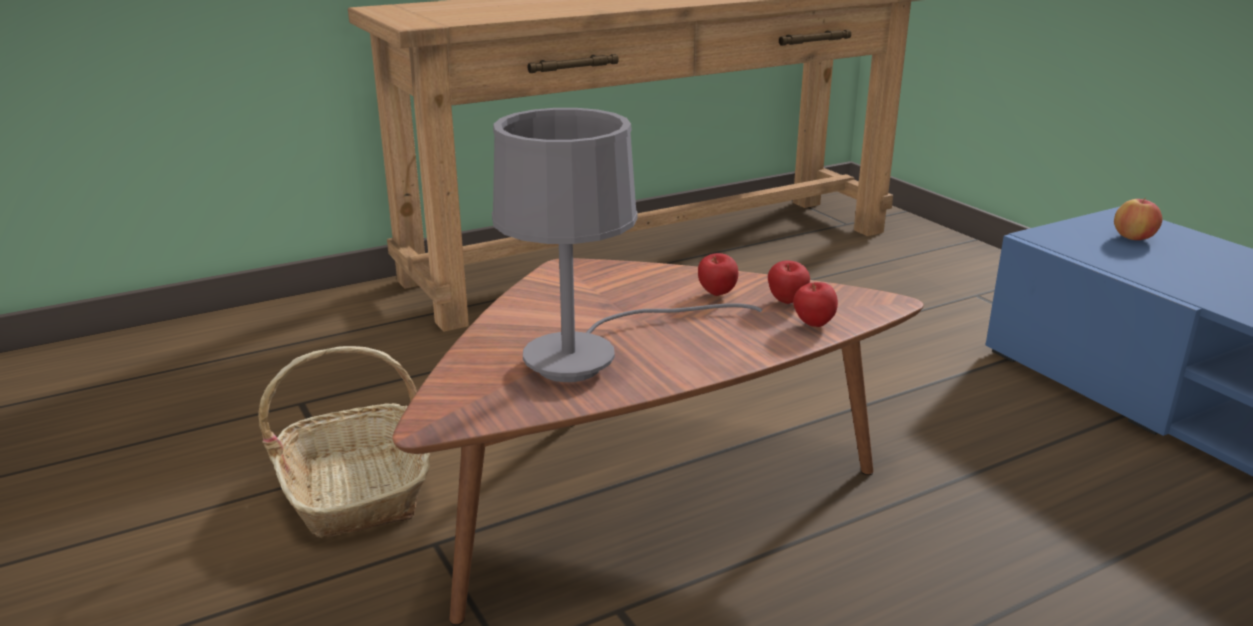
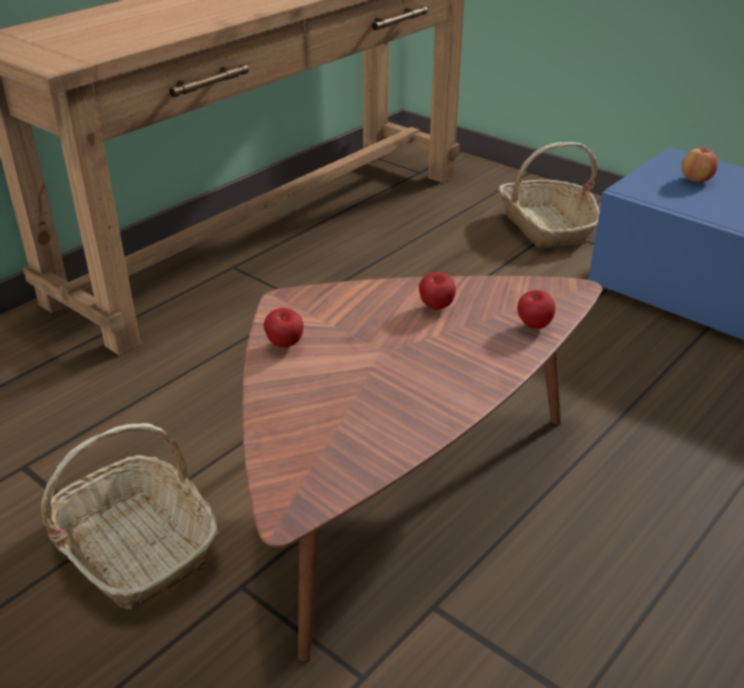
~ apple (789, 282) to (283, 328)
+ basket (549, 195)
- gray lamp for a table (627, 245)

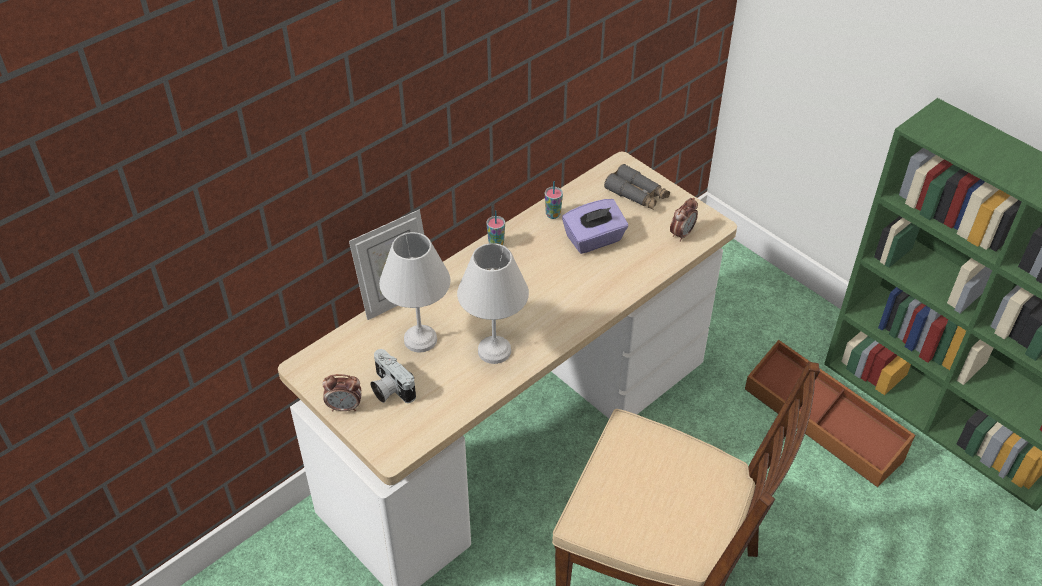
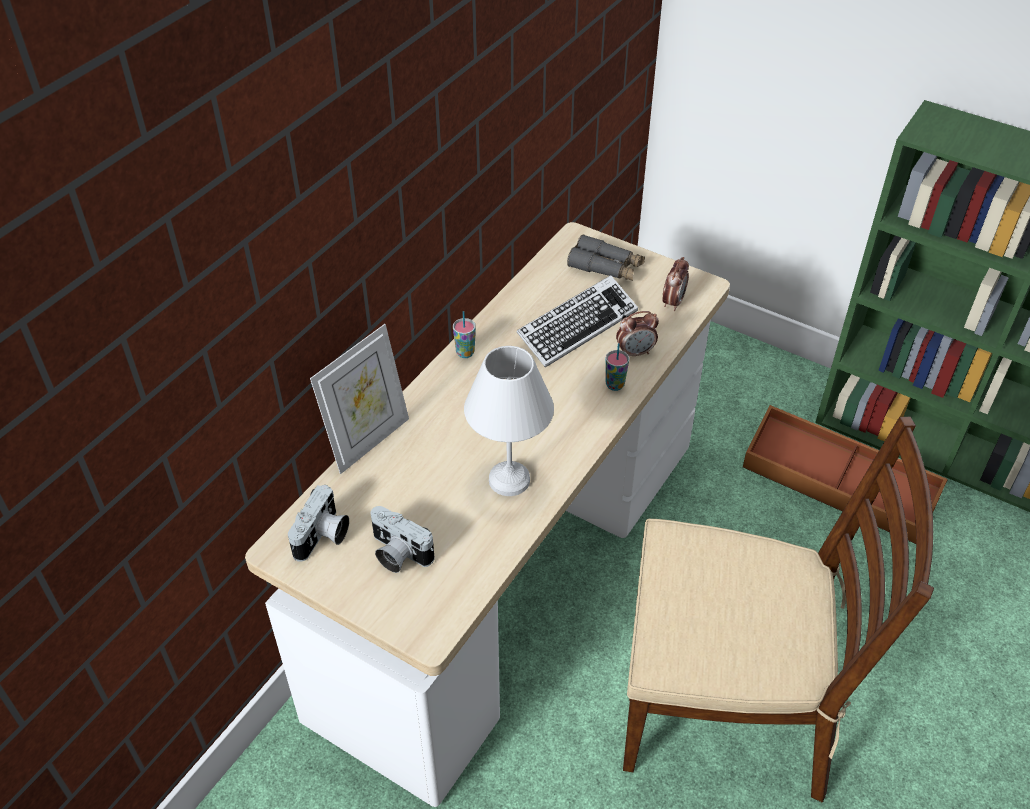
+ photo camera (318, 523)
~ purple tissue holder (595, 226) to keyboard (577, 321)
~ cup (554, 200) to (617, 367)
~ table clock (341, 393) to (637, 333)
- white-coloured lamp for a table (415, 292)

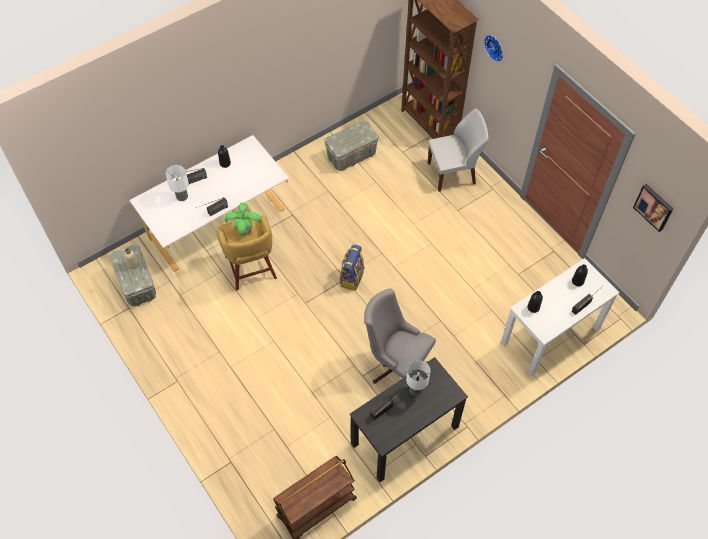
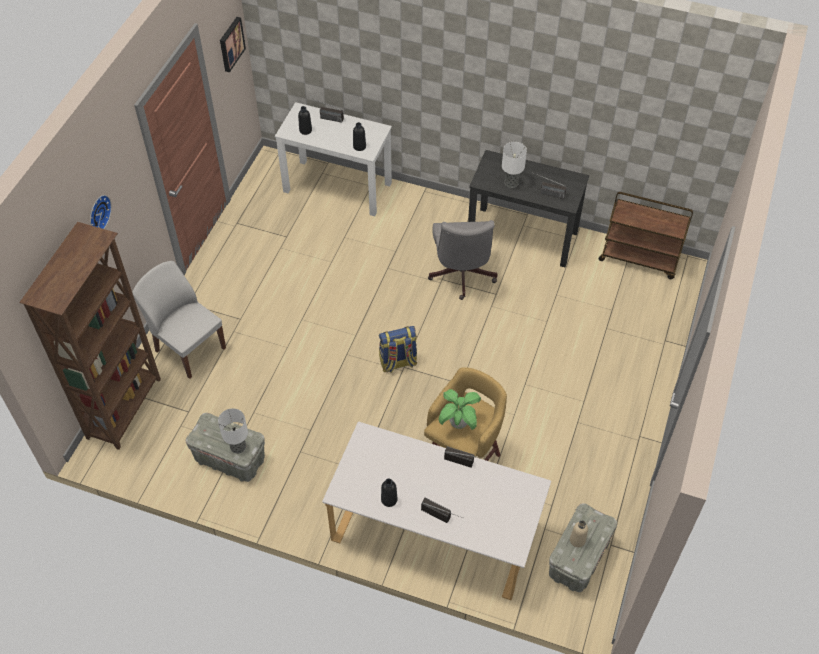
~ lamp for a table (177, 183) to (233, 431)

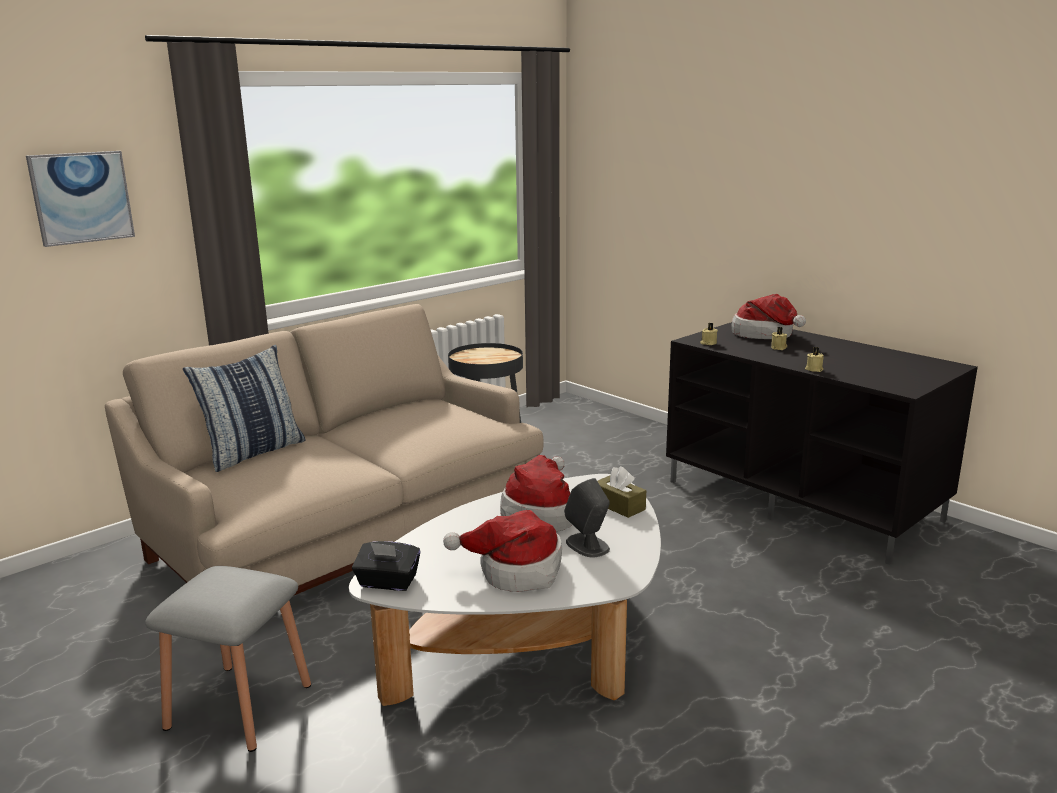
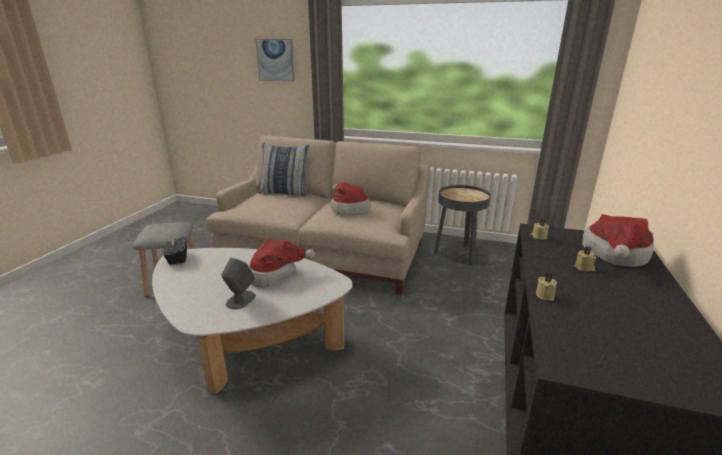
~ hat (502, 551) to (351, 198)
- brown tissue holder (621, 492)

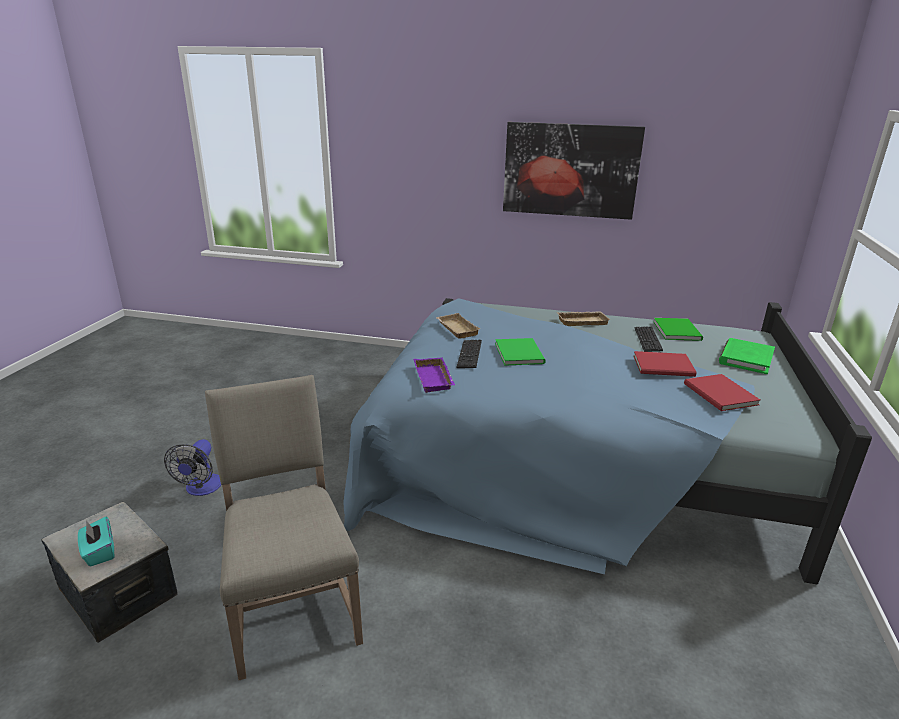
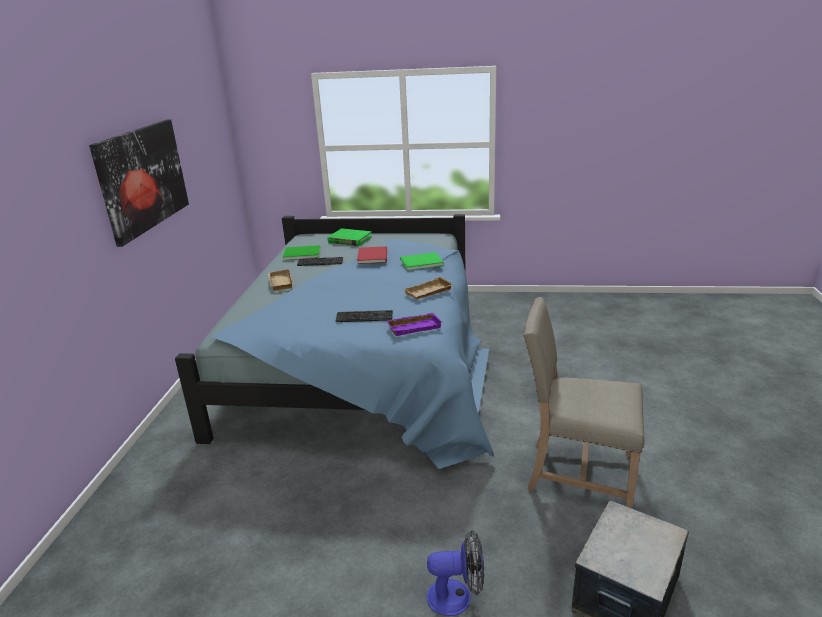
~ green-coloured volume (520, 352) to (422, 261)
~ sand-coloured tray (458, 326) to (428, 287)
~ sand-coloured chair (284, 527) = (584, 402) 45 degrees clockwise
- blue-green tissue holder (96, 541)
- red-coloured volume (722, 392)

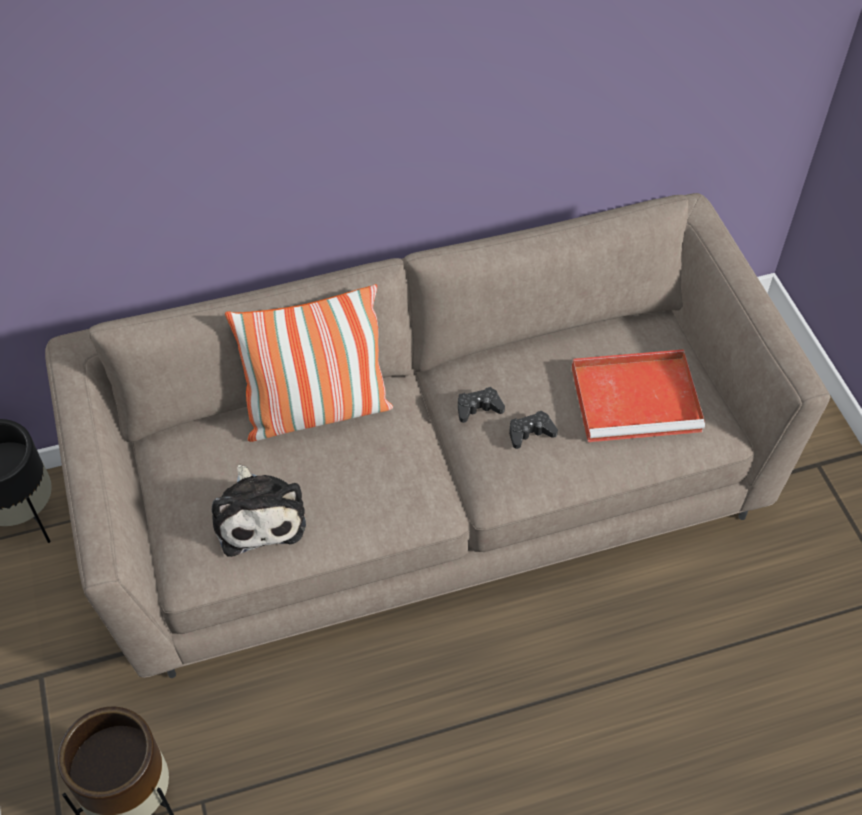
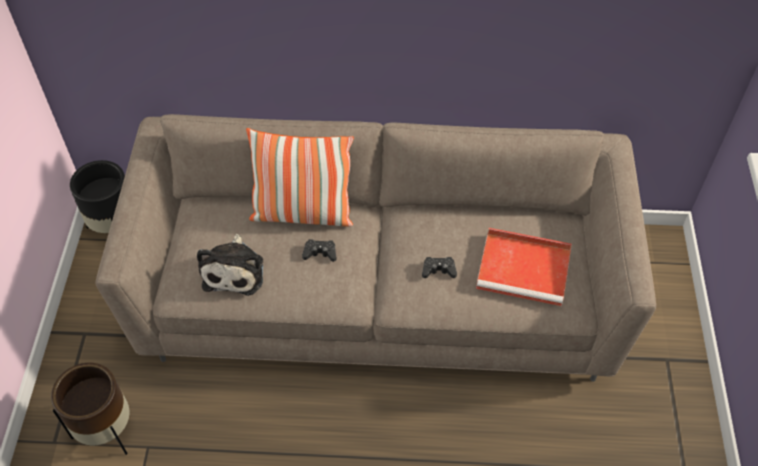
~ black gamepad (481, 405) to (319, 250)

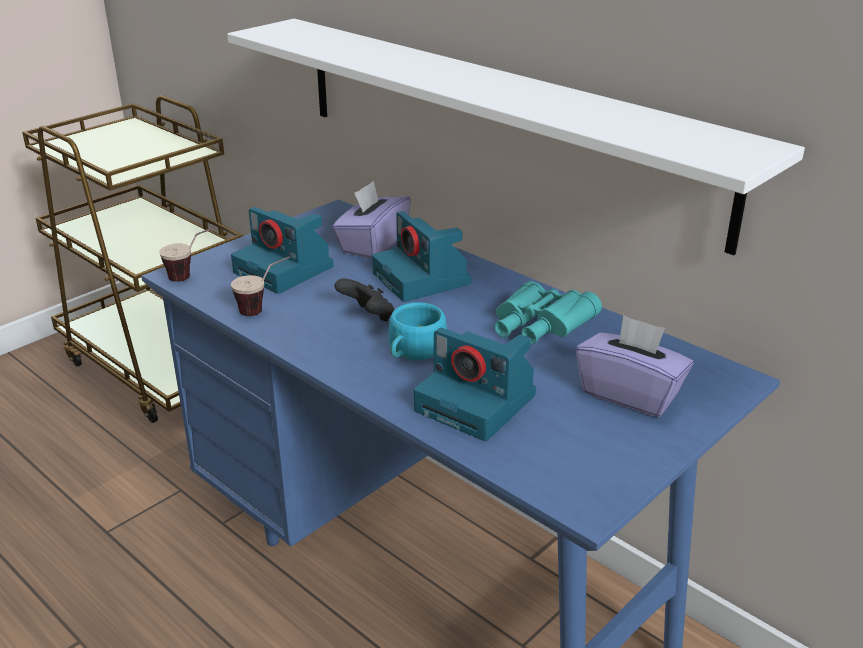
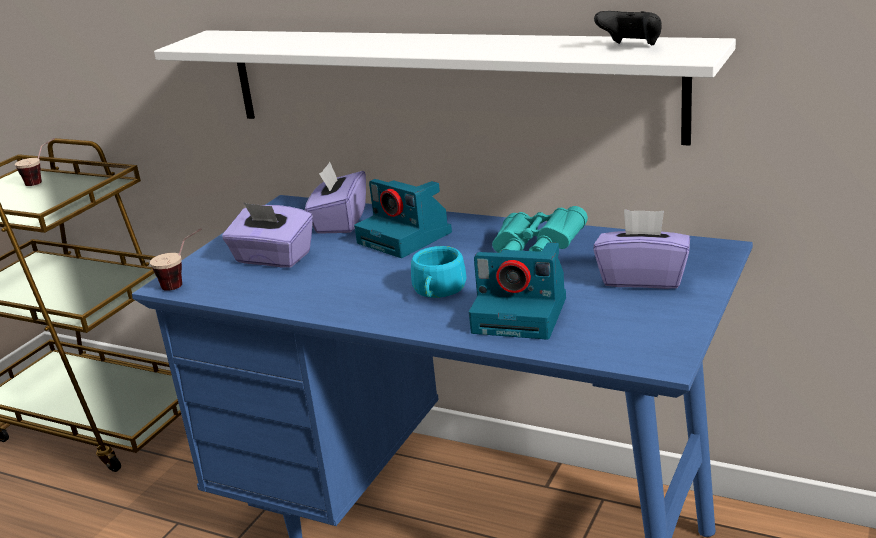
~ cup (260, 286) to (35, 162)
~ photo camera (282, 250) to purple tissue holder (267, 235)
~ black gamepad (364, 299) to (628, 28)

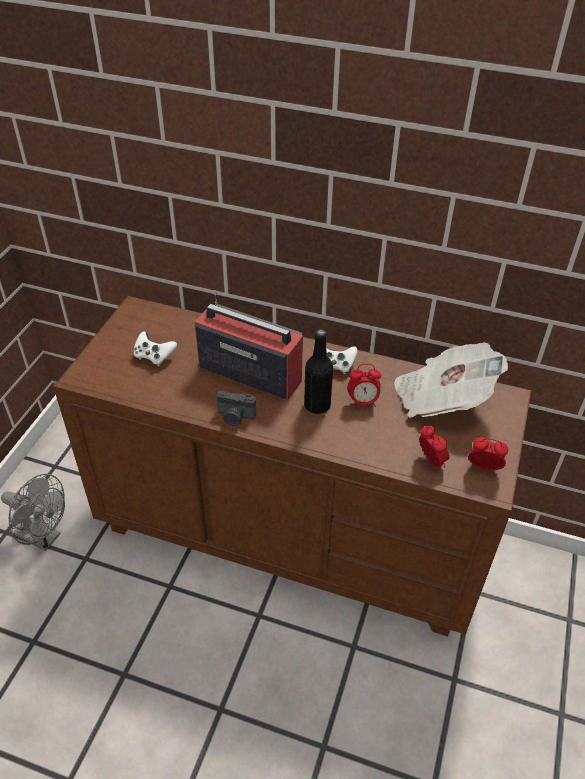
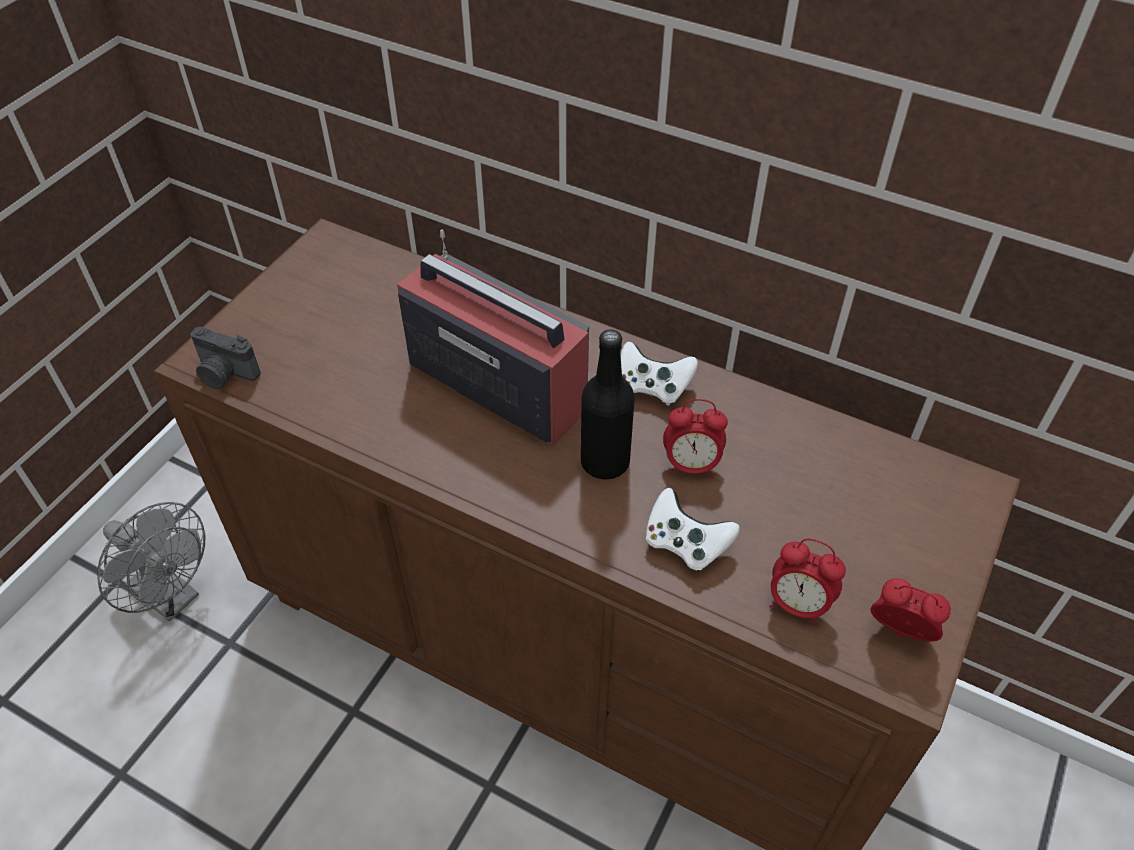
~ photo camera (236, 408) to (225, 358)
~ white-coloured gamepad (155, 348) to (693, 529)
~ table clock (434, 447) = (807, 582) 135 degrees clockwise
- newspaper (451, 380)

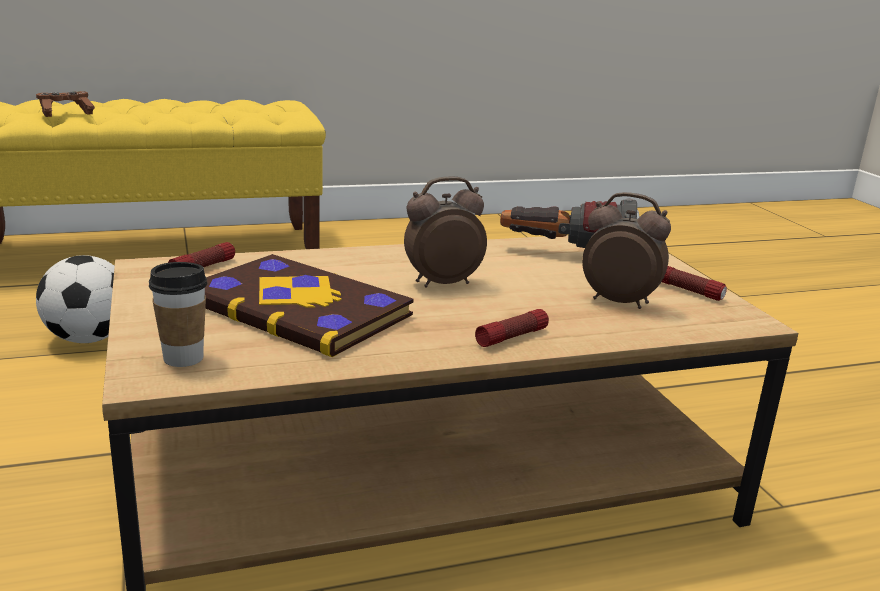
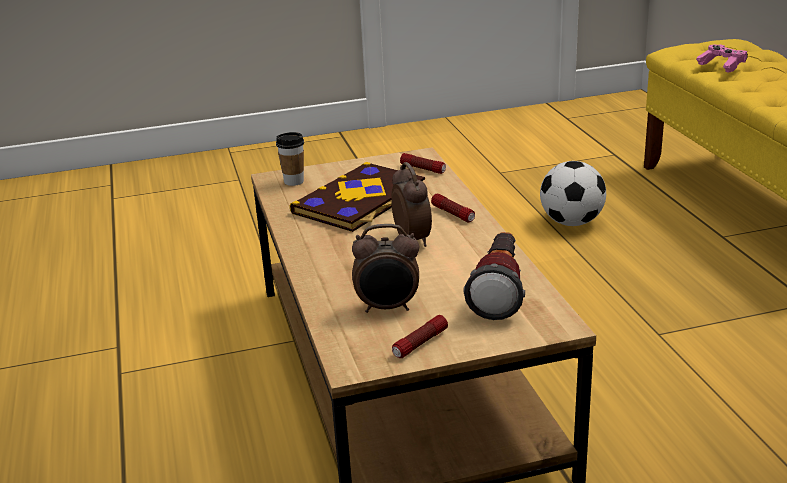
~ table clock (626, 250) = (385, 268) 60 degrees clockwise
~ flashlight (512, 328) to (453, 208)
~ brown gamepad (65, 104) to pink gamepad (722, 58)

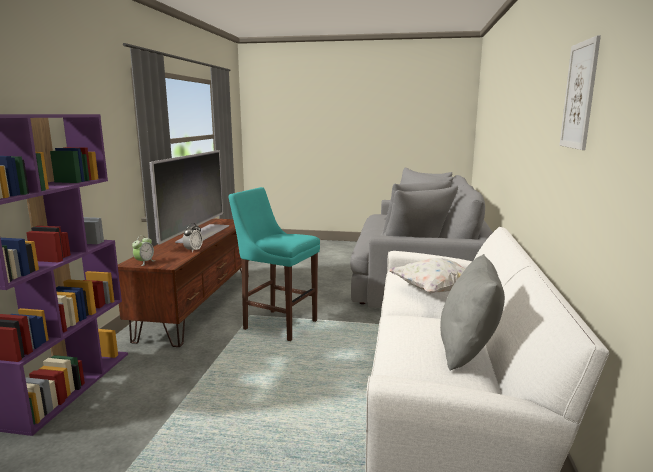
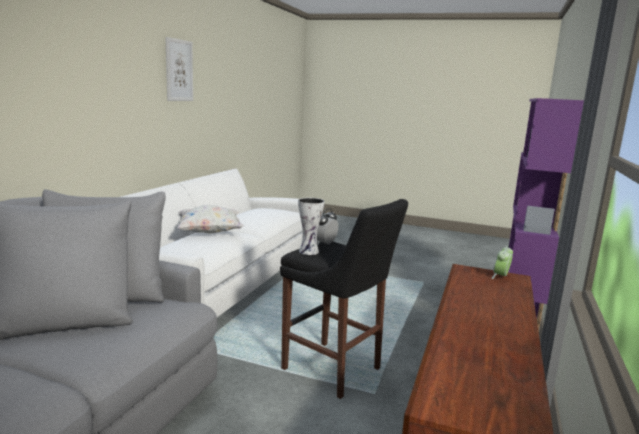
~ blue-green stool (274, 264) to black stool (344, 299)
+ flower vase (311, 226)
~ table clock (193, 237) to (327, 226)
- TV (189, 197)
- gray throw pillow (472, 312)

